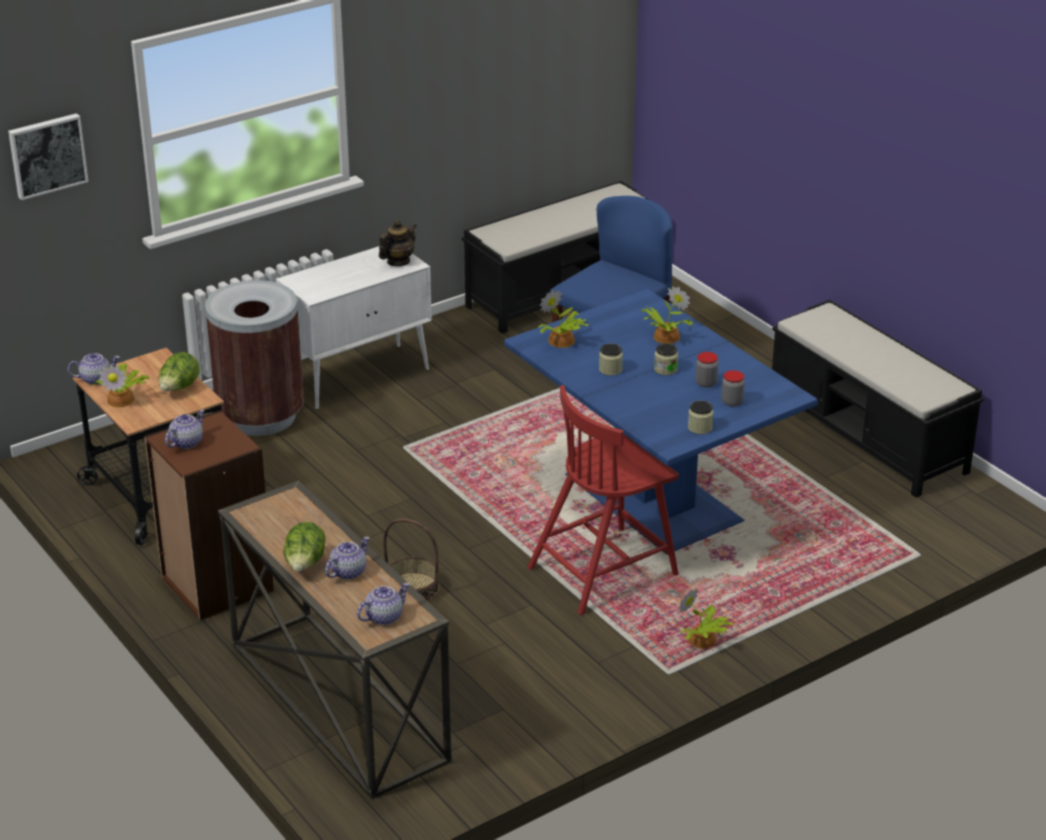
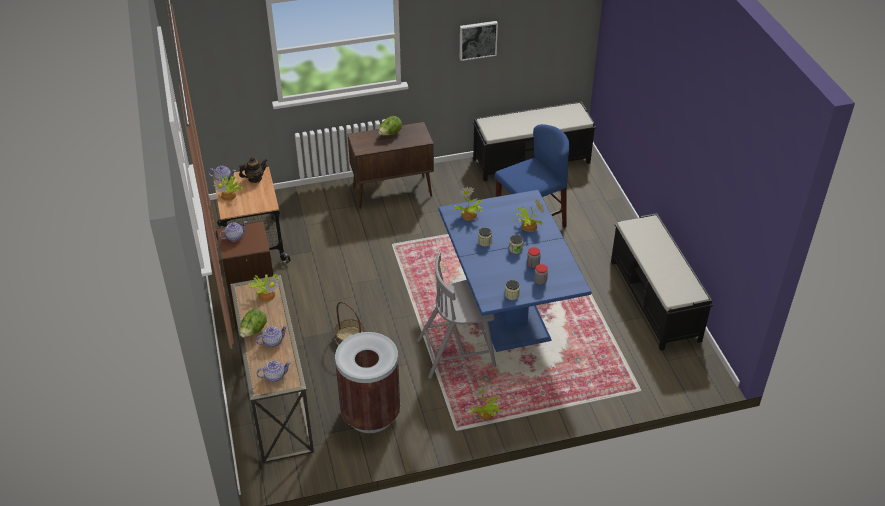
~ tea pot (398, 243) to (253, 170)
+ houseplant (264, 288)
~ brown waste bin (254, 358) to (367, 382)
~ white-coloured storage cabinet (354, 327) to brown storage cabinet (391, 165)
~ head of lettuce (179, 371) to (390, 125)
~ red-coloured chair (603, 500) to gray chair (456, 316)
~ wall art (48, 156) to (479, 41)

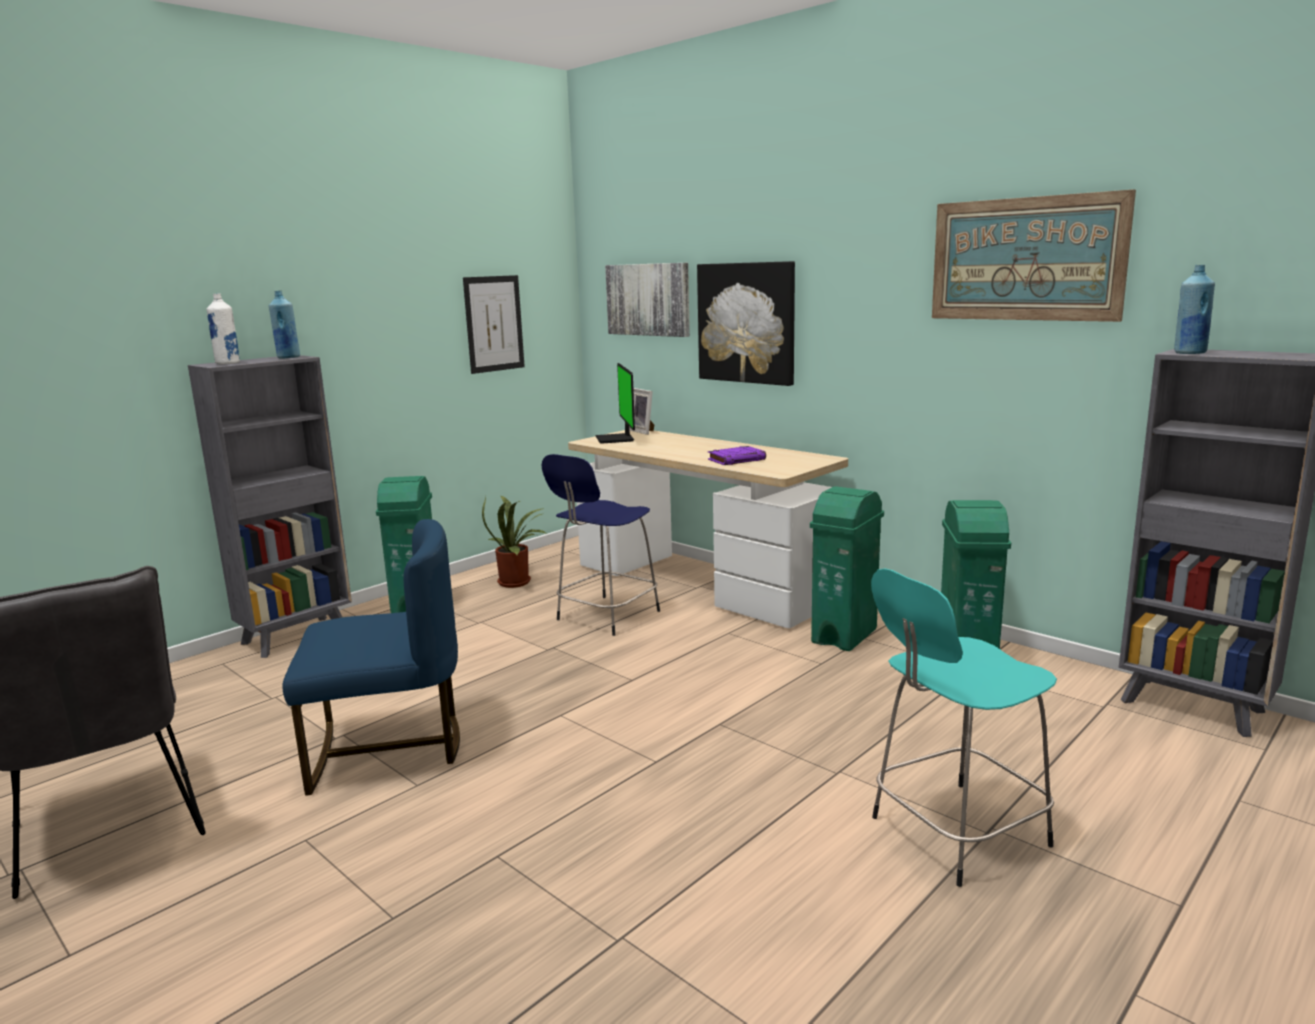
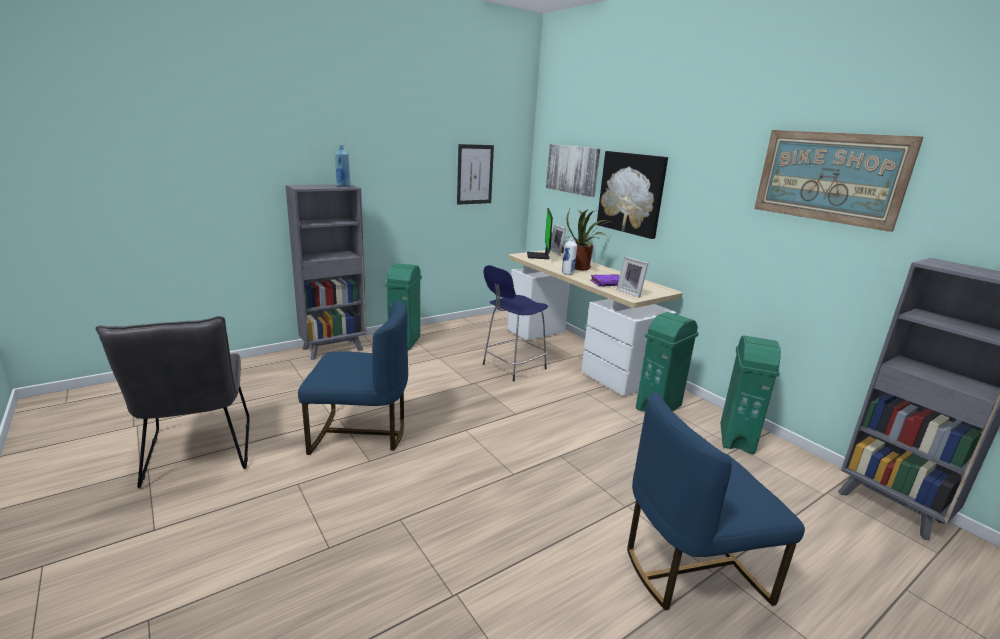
~ white-coloured bottle (223, 329) to (569, 256)
~ houseplant (515, 542) to (589, 239)
+ photo frame (633, 277)
~ blue-green stool (964, 727) to bluish chair (716, 501)
- bluish bottle (1194, 309)

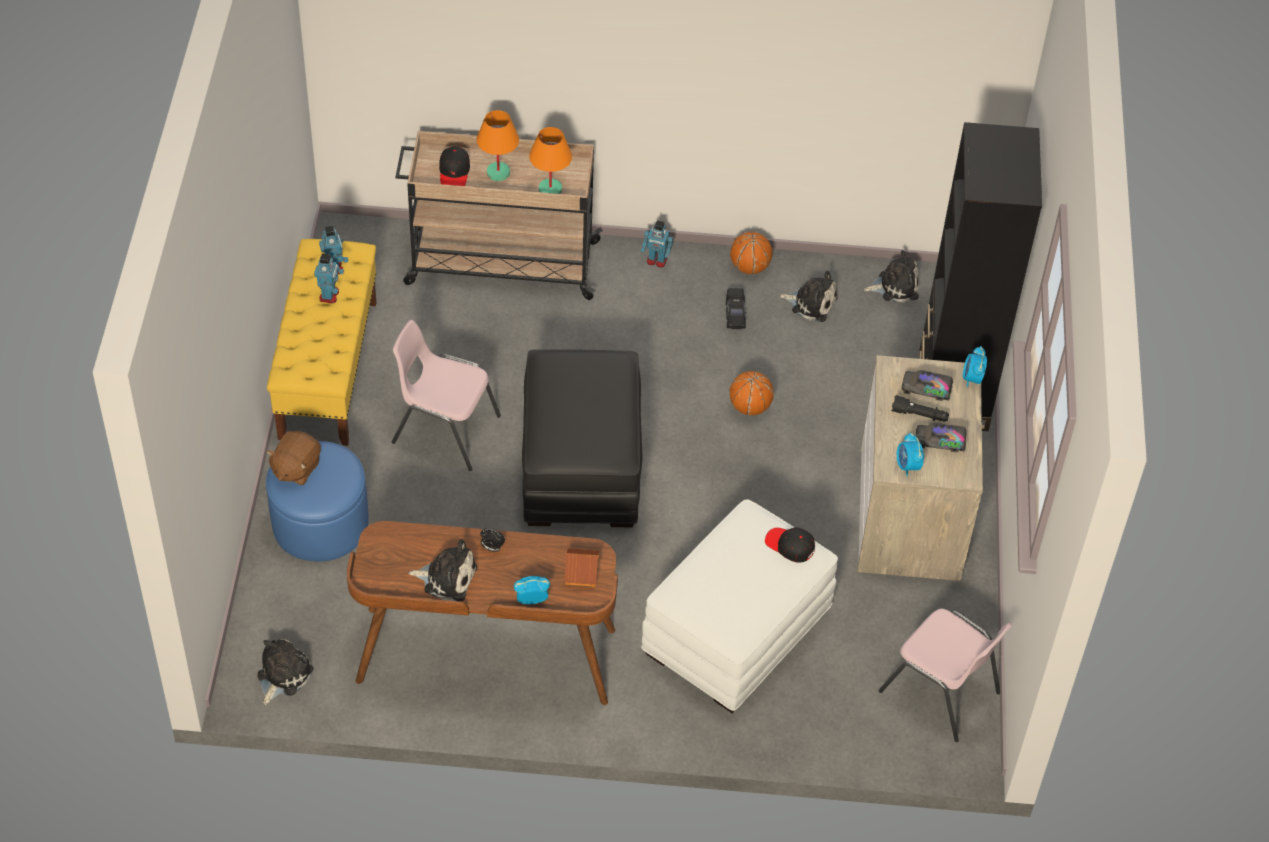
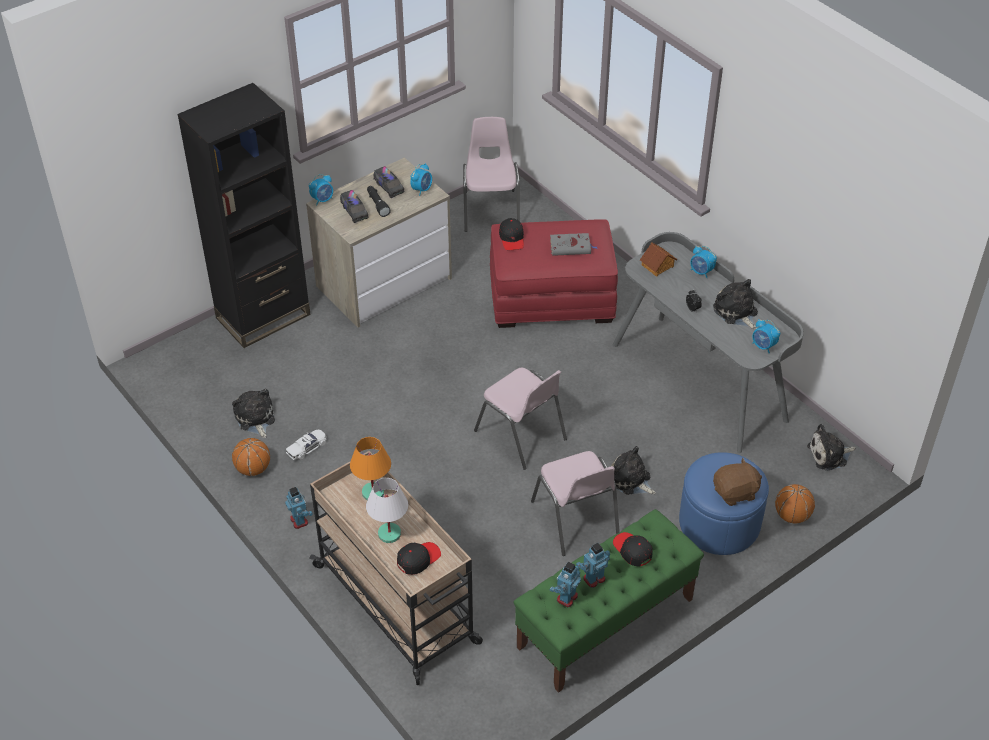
~ black miniature car (736, 309) to white-coloured miniature car (306, 445)
~ orangey lamp for a table (498, 145) to white-coloured lamp for a table (387, 510)
~ black ottoman (582, 438) to pink chair (520, 418)
~ white-coloured ottoman (739, 606) to red-coloured ottoman (554, 273)
~ yellowish long seat (321, 342) to green-coloured long seat (608, 601)
+ gray volume (574, 244)
~ plush toy (891, 276) to (633, 470)
~ brown desk (482, 613) to gray desk (708, 342)
+ black cap (633, 549)
+ table clock (766, 336)
~ basketball (752, 393) to (795, 503)

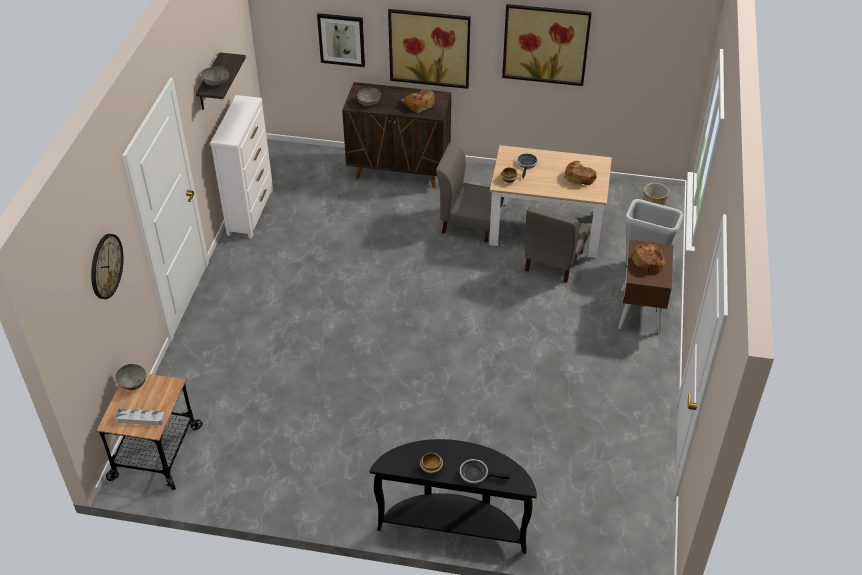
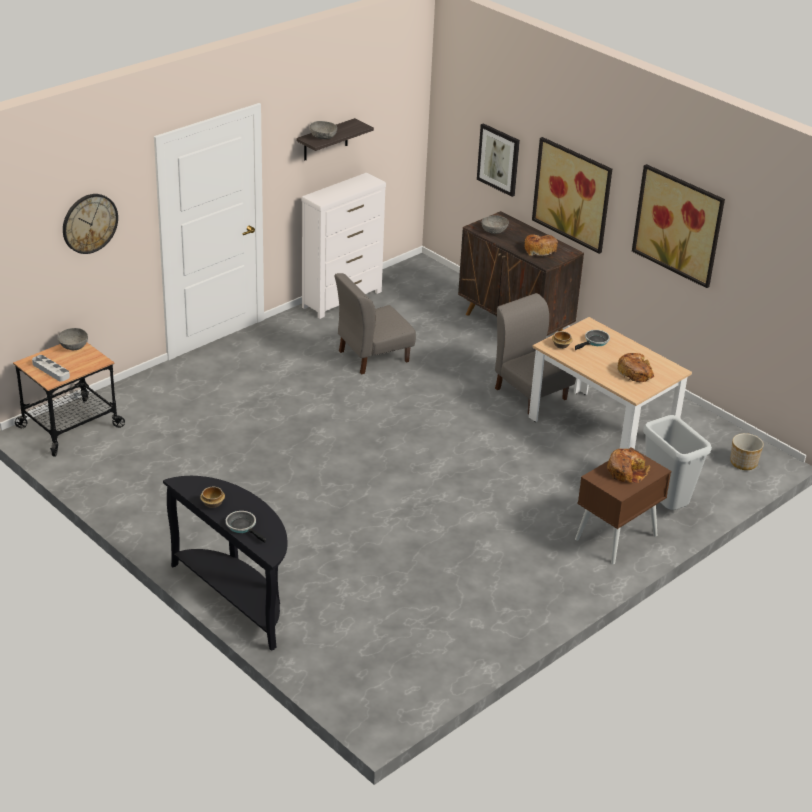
~ gray chair (557, 244) to (375, 324)

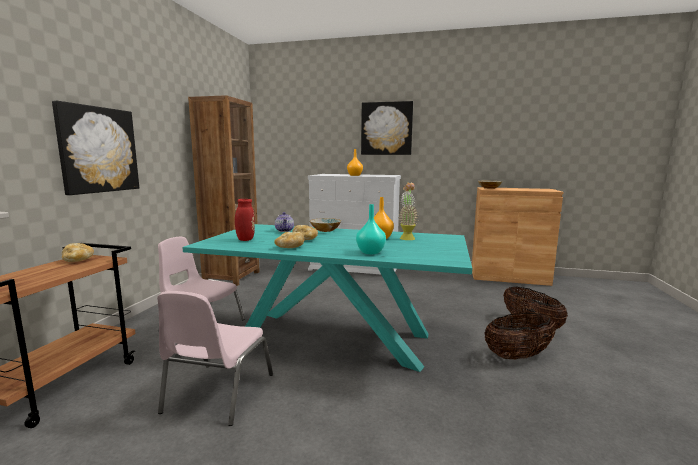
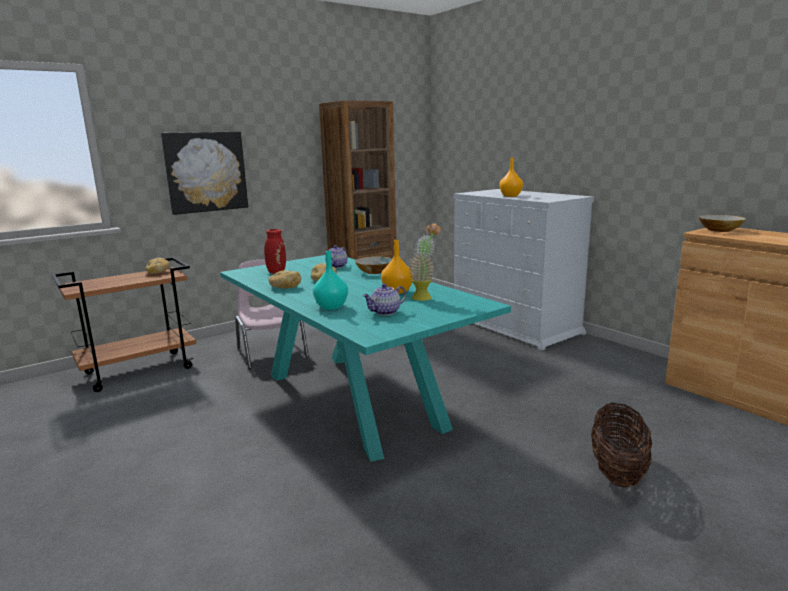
+ tea pot (384, 300)
- pink chair (215, 358)
- wall art (387, 128)
- basket (520, 336)

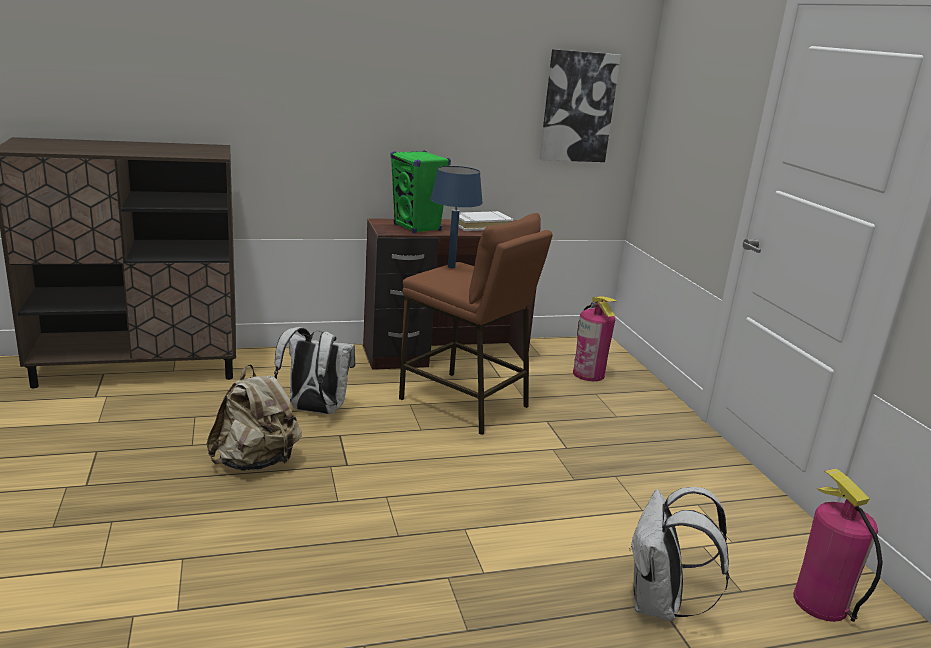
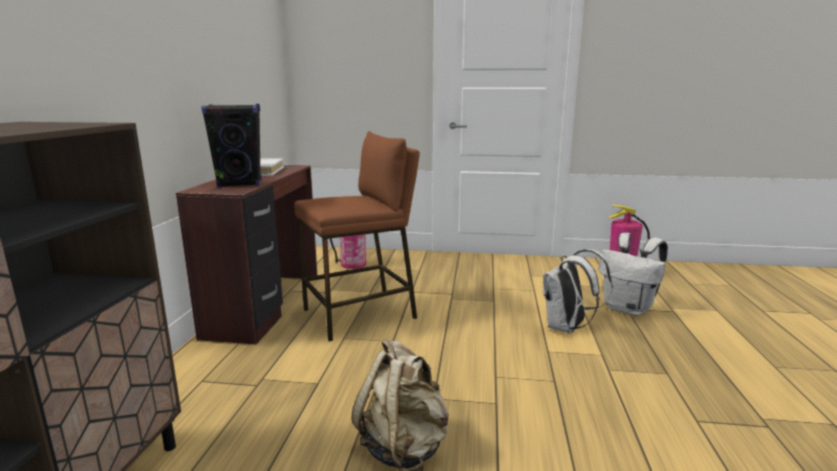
~ green-coloured loudspeaker (420, 191) to black loudspeaker (231, 145)
~ white-coloured knapsack (314, 370) to (578, 291)
- bluish lamp for a table (456, 217)
- wall art (580, 105)

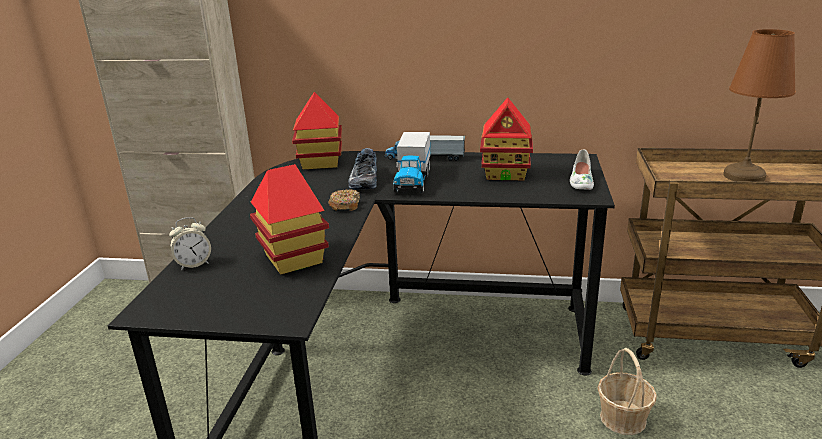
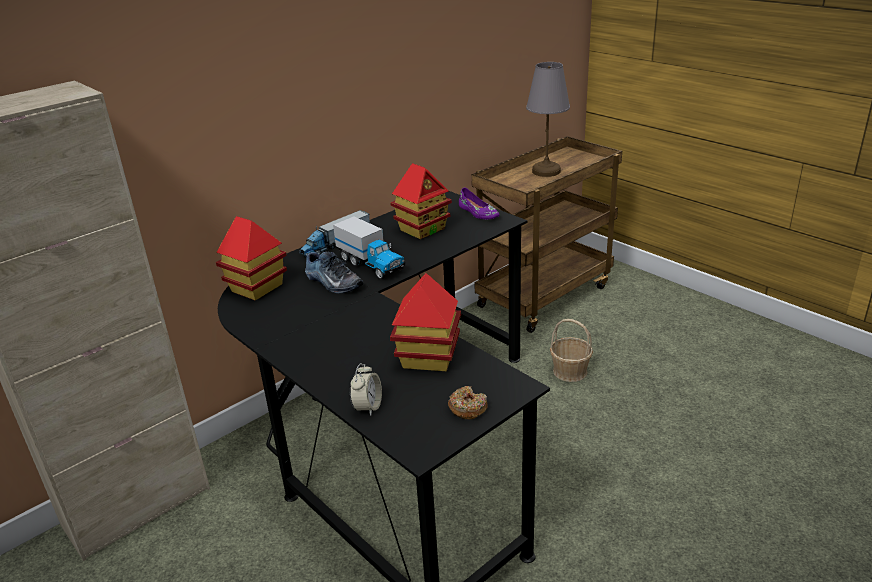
~ ring doughnut (344, 200) to (467, 402)
~ white-coloured item of footwear (582, 169) to purple item of footwear (479, 203)
~ brown lamp for a table (759, 105) to gray lamp for a table (548, 119)

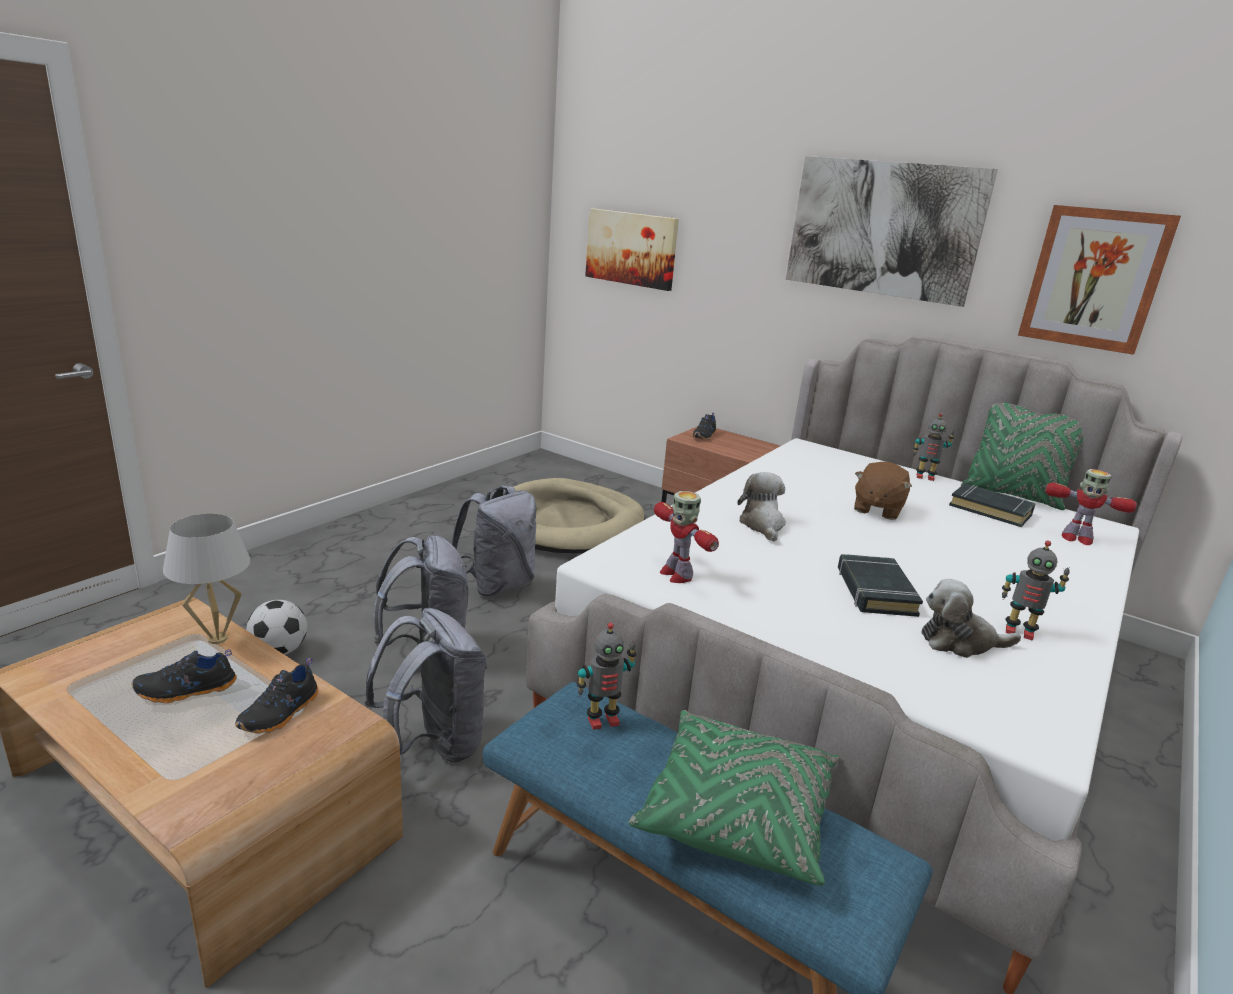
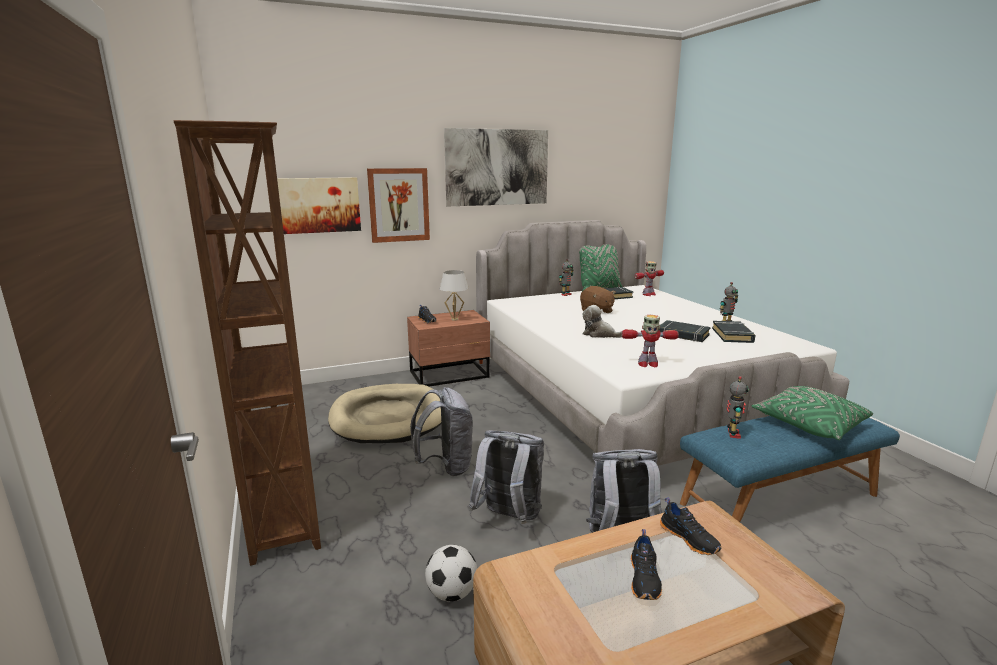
+ brown bookcase (247, 343)
~ wall art (1099, 280) to (398, 205)
~ white-coloured lamp for a table (207, 579) to (454, 295)
~ plush toy (971, 618) to black volume (733, 332)

